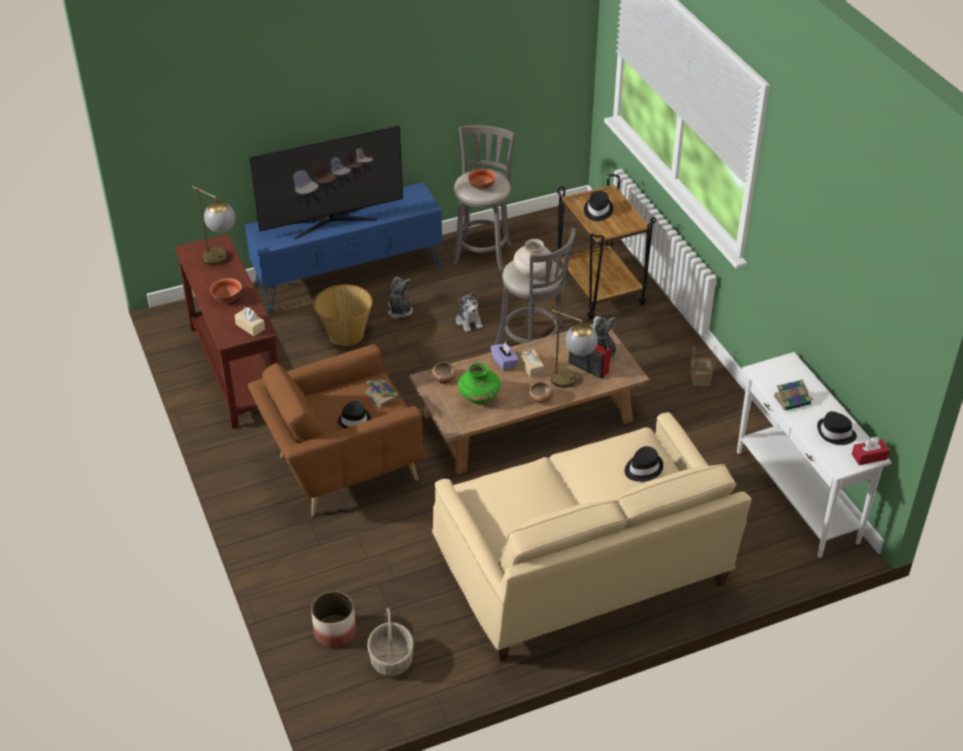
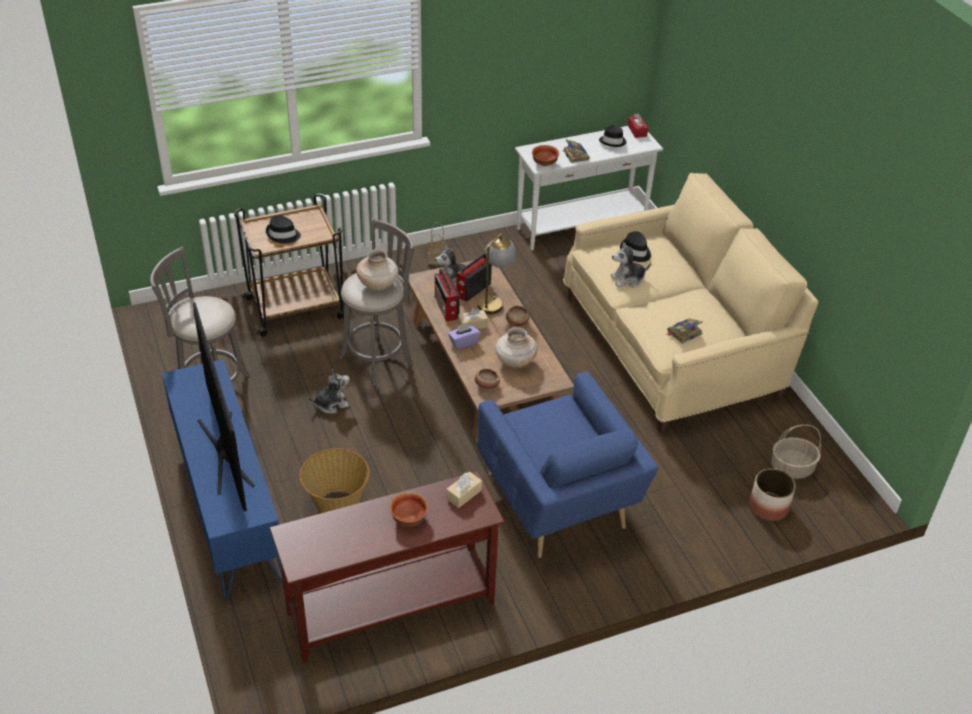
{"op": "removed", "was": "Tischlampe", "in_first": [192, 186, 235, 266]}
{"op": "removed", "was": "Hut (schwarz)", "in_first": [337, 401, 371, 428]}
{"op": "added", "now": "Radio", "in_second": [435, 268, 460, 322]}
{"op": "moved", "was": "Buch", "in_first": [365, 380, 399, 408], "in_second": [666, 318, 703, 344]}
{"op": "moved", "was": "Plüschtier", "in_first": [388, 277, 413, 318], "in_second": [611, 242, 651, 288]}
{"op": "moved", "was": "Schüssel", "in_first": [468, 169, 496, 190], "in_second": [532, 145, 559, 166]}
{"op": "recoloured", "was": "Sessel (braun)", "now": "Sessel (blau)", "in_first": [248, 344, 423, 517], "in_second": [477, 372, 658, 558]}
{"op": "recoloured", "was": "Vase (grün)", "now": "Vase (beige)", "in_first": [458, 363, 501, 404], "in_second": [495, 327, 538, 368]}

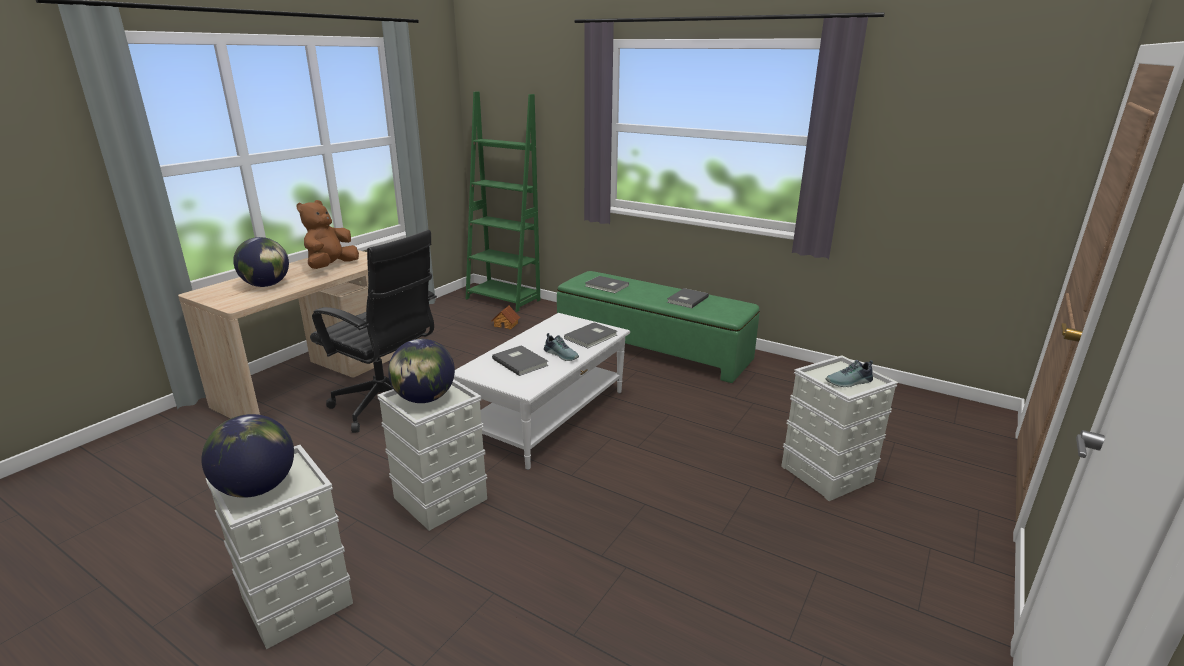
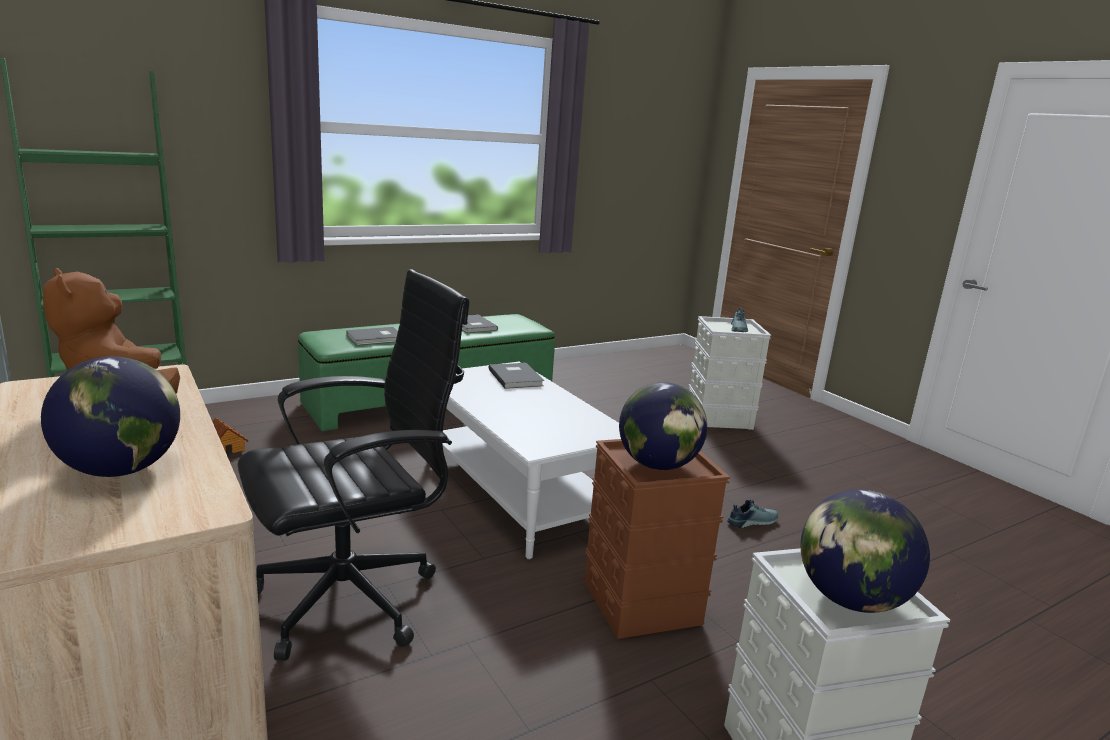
{"op": "removed", "was": "Buch (grau)", "in_first": [492, 345, 549, 376]}
{"op": "moved", "was": "Schuh", "in_first": [544, 333, 579, 361], "in_second": [727, 499, 778, 528]}
{"op": "recoloured", "was": "Aufbewahrungsbox (grau)", "now": "Aufbewahrungsbox (braun)", "in_first": [377, 379, 487, 531], "in_second": [584, 439, 730, 639]}

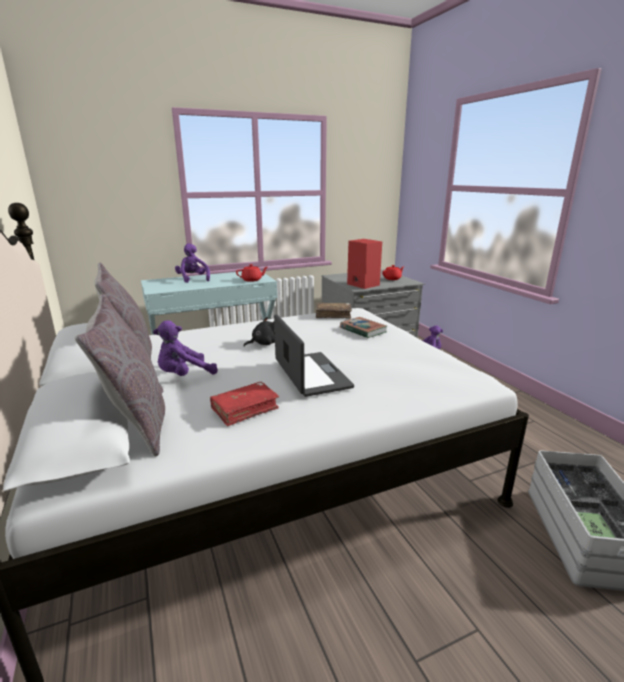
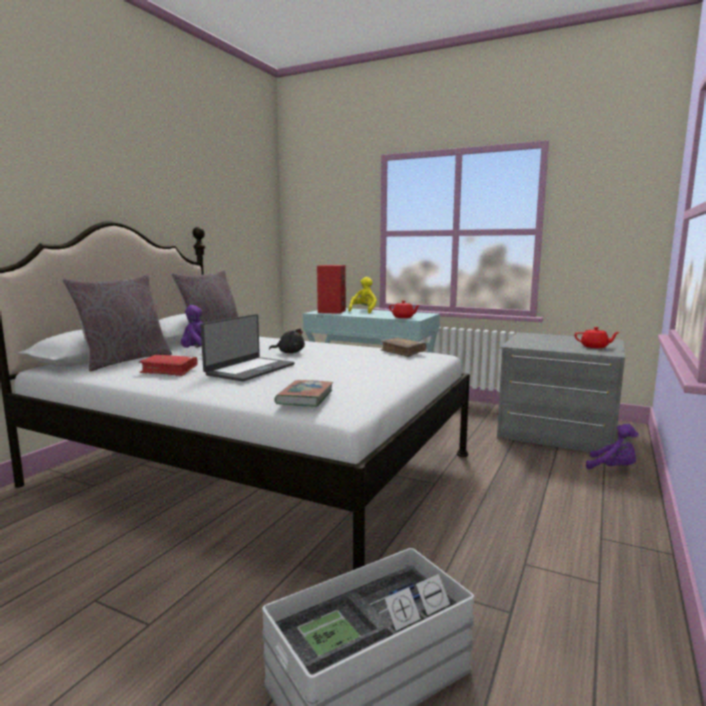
{"op": "moved", "was": "Buch", "in_first": [340, 317, 388, 338], "in_second": [274, 380, 333, 407]}
{"op": "moved", "was": "Lautsprecher (rot)", "in_first": [347, 239, 382, 289], "in_second": [317, 265, 346, 314]}
{"op": "recoloured", "was": "Plüschtier (lila)", "now": "Plüschtier (gelb)", "in_first": [175, 243, 210, 283], "in_second": [348, 277, 377, 314]}

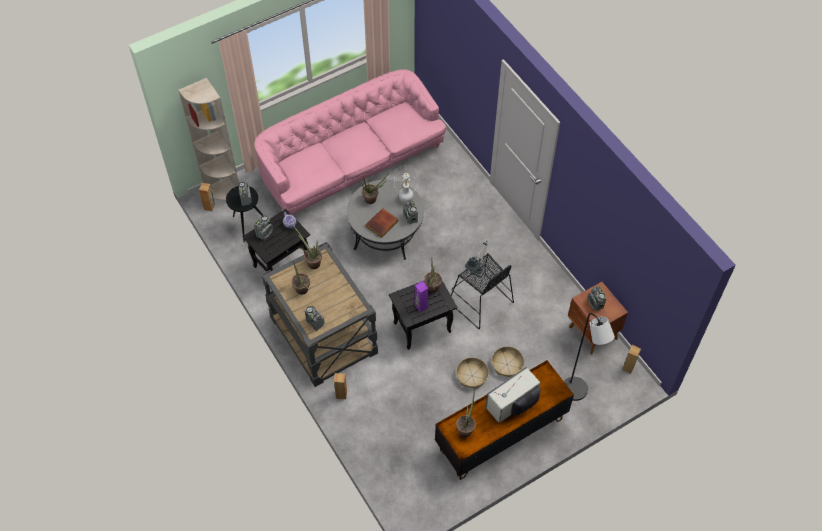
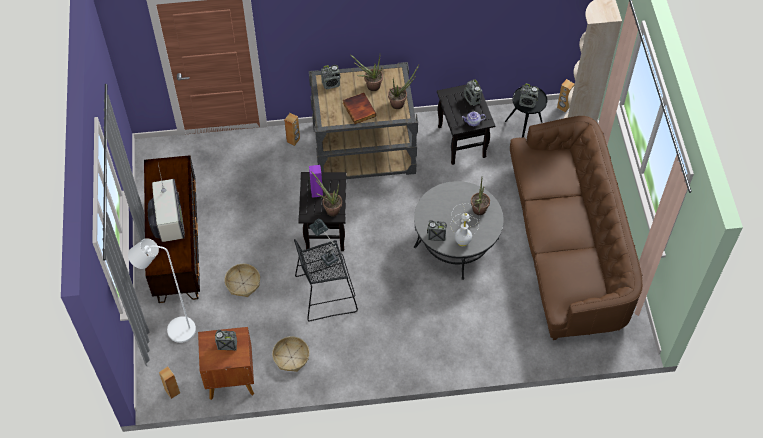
{"op": "removed", "was": "Topfpflanze", "in_first": [456, 388, 476, 437]}
{"op": "moved", "was": "Buch", "in_first": [366, 208, 399, 238], "in_second": [343, 93, 376, 124]}
{"op": "moved", "was": "Korb", "in_first": [456, 357, 489, 389], "in_second": [272, 336, 309, 372]}
{"op": "recoloured", "was": "Sofa (rosa)", "now": "Sofa (braun)", "in_first": [254, 69, 446, 216], "in_second": [510, 116, 643, 340]}
{"op": "recoloured", "was": "Stehlampe (schwarz)", "now": "Stehlampe (weiß)", "in_first": [564, 313, 615, 401], "in_second": [128, 238, 196, 343]}

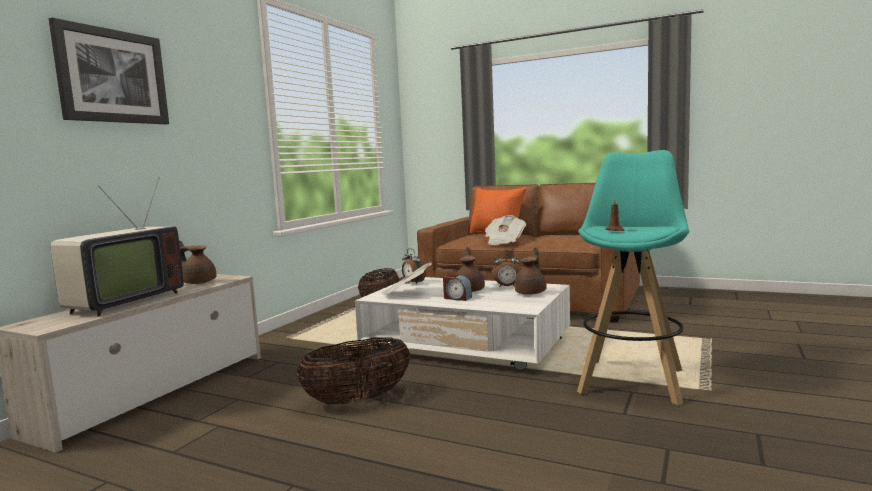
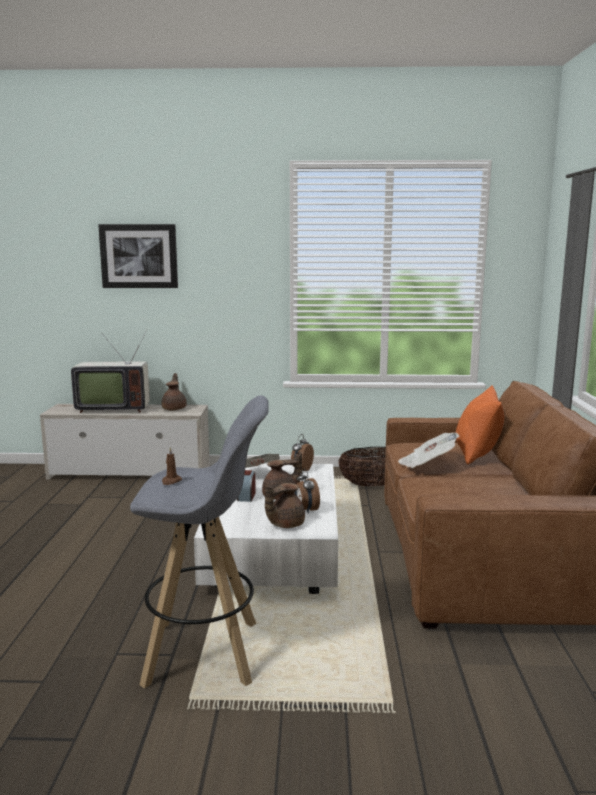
{"op": "removed", "was": "Korb", "in_first": [296, 337, 410, 404]}
{"op": "recoloured", "was": "Hocker (türkis)", "now": "Hocker (grau)", "in_first": [577, 150, 689, 406], "in_second": [130, 395, 269, 688]}
{"op": "turned", "was": "Teekanne (braun)", "in_first": [514, 247, 547, 295], "in_second": [265, 483, 305, 528], "clockwise": 135}

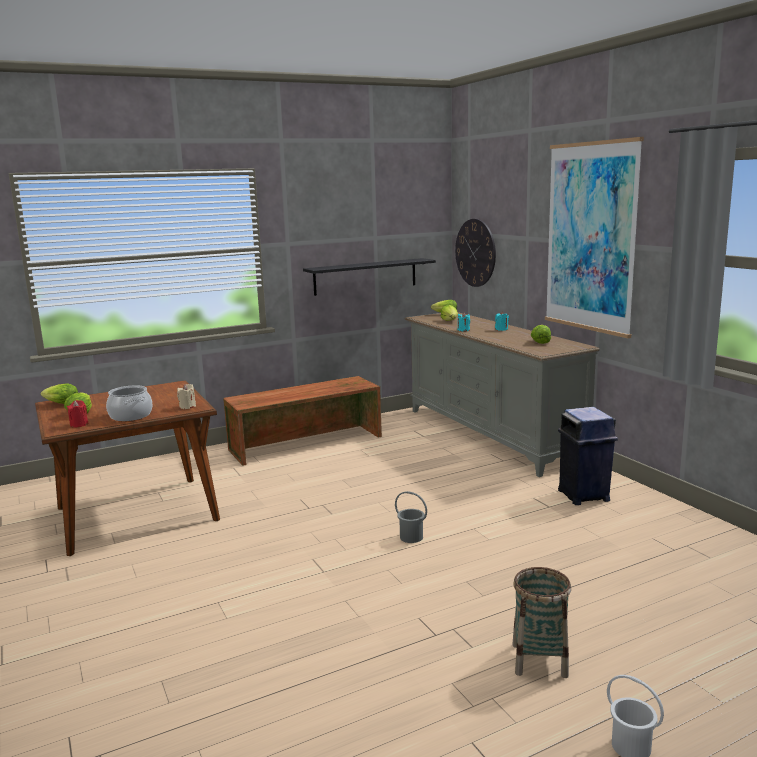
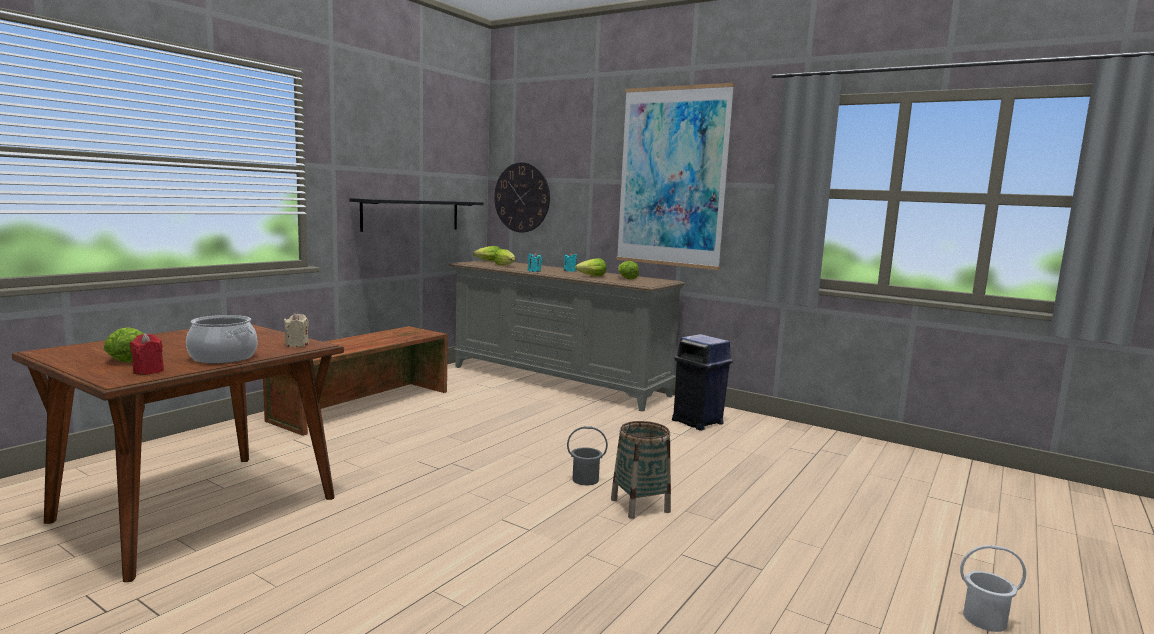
{"op": "moved", "was": "Salatkopf", "in_first": [40, 384, 78, 404], "in_second": [575, 258, 606, 276]}
{"op": "moved", "was": "Korb", "in_first": [512, 567, 571, 678], "in_second": [611, 421, 671, 519]}

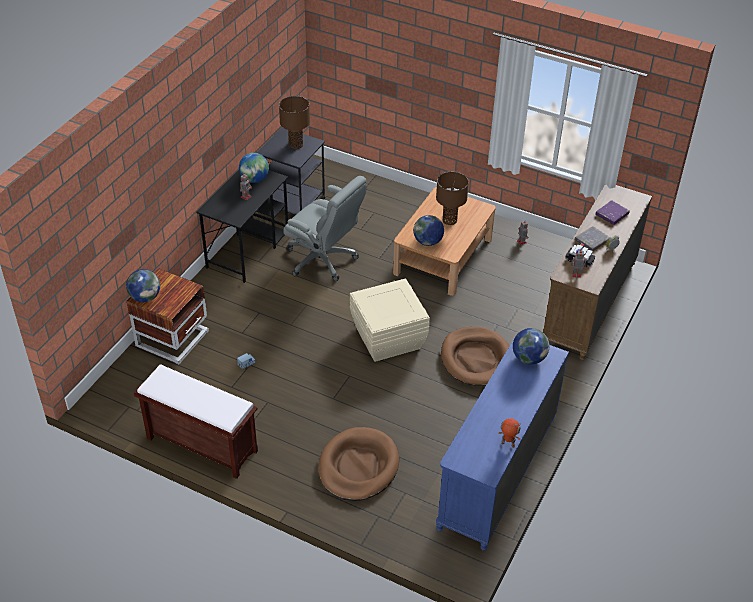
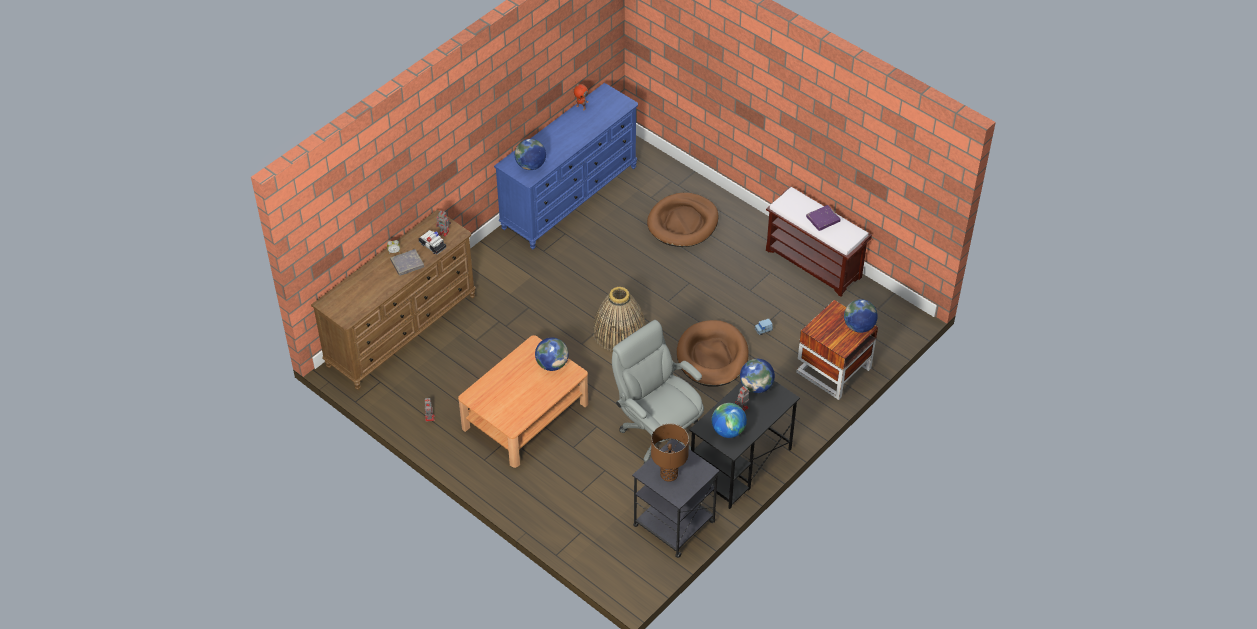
{"op": "removed", "was": "Tischlampe (braun)", "in_first": [436, 171, 469, 225]}
{"op": "added", "now": "Globus", "in_second": [740, 359, 775, 393]}
{"op": "moved", "was": "Hundebett (braun)", "in_first": [441, 327, 509, 386], "in_second": [677, 320, 749, 387]}
{"op": "moved", "was": "Buch (lila)", "in_first": [595, 200, 630, 225], "in_second": [806, 205, 841, 231]}
{"op": "replaced", "was": "Aufbewahrungsbox (beige)", "now": "Korb", "in_first": [350, 278, 430, 362], "in_second": [593, 287, 646, 352]}

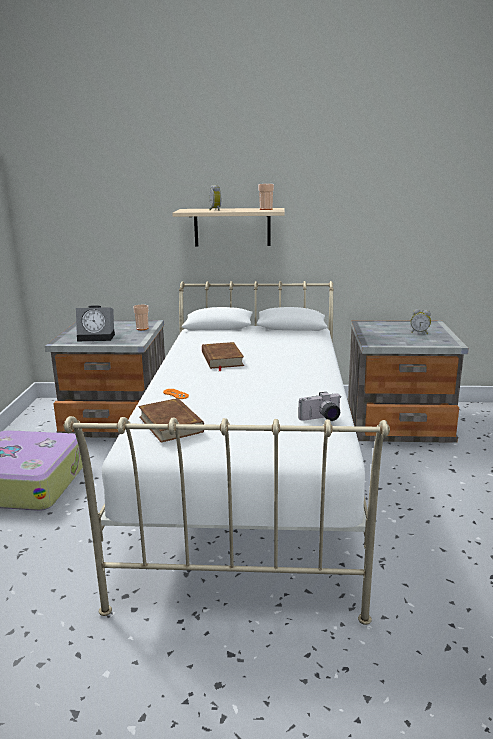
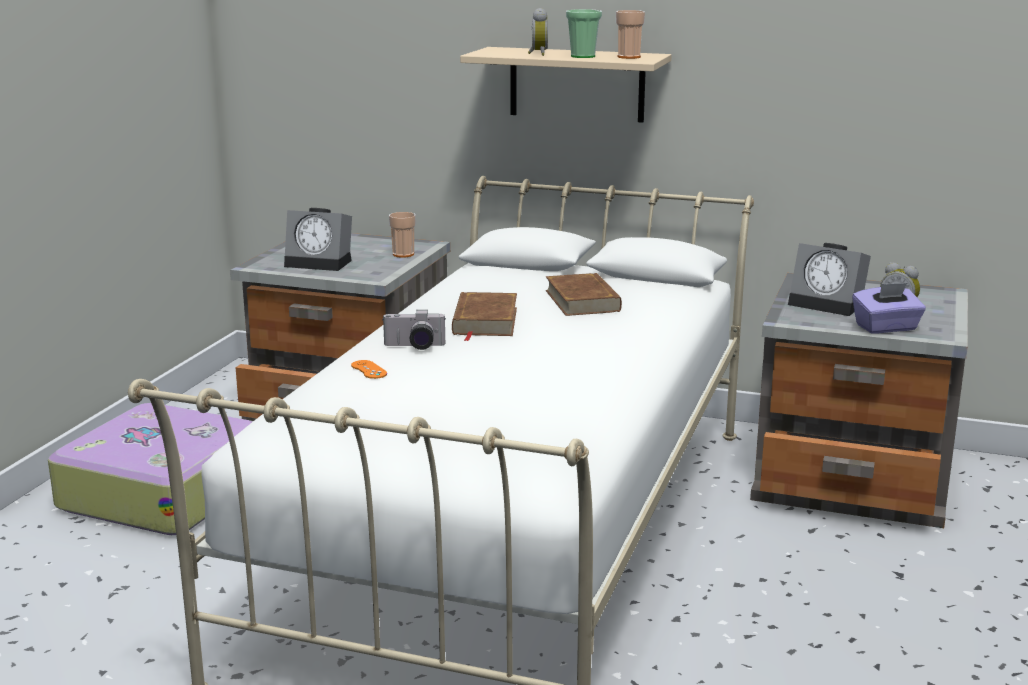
{"op": "added", "now": "Tasse", "in_second": [566, 9, 602, 58]}
{"op": "added", "now": "Wecker", "in_second": [788, 243, 871, 316]}
{"op": "added", "now": "Taschentuchbox (lila)", "in_second": [852, 283, 926, 333]}
{"op": "moved", "was": "Buch (braun)", "in_first": [138, 398, 204, 443], "in_second": [546, 273, 622, 316]}
{"op": "moved", "was": "Kamera", "in_first": [298, 392, 341, 421], "in_second": [383, 310, 446, 350]}

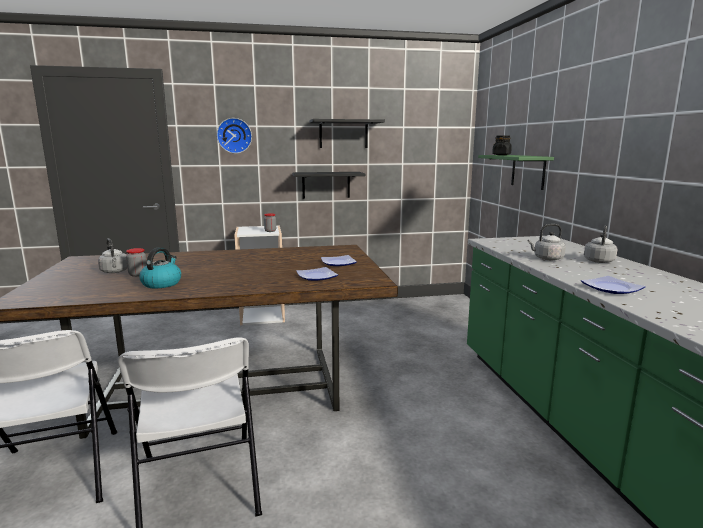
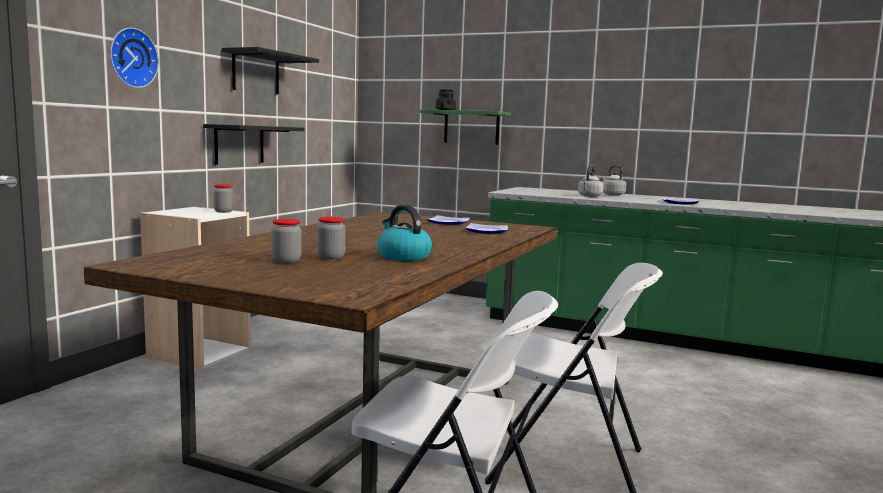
{"op": "replaced", "was": "Wasserkessel (grau)", "now": "Vorratsglas", "in_first": [98, 238, 127, 273], "in_second": [272, 219, 301, 263]}

